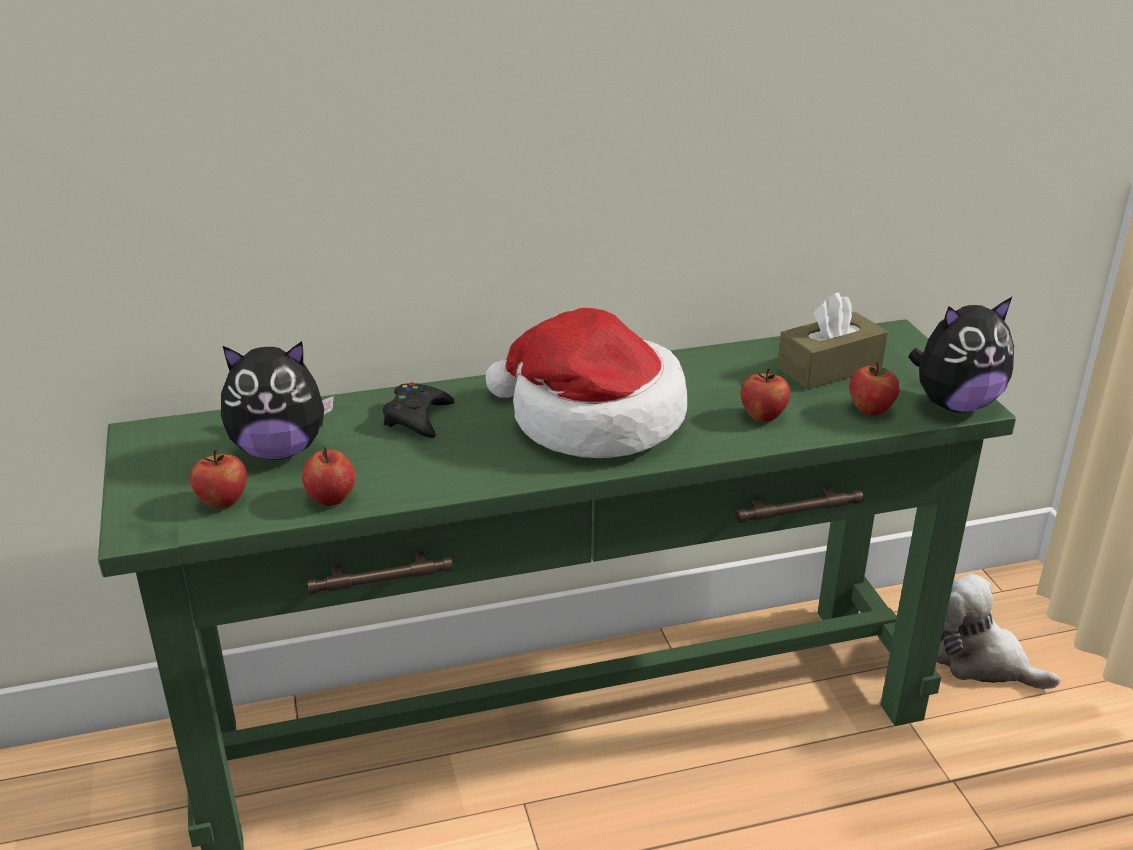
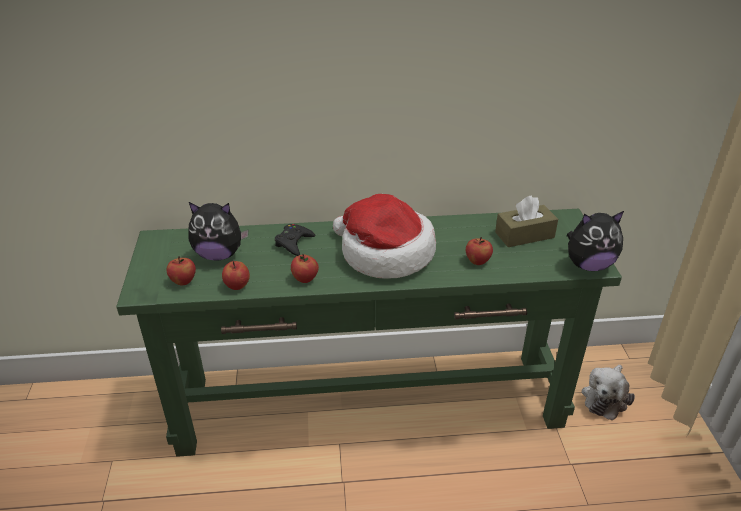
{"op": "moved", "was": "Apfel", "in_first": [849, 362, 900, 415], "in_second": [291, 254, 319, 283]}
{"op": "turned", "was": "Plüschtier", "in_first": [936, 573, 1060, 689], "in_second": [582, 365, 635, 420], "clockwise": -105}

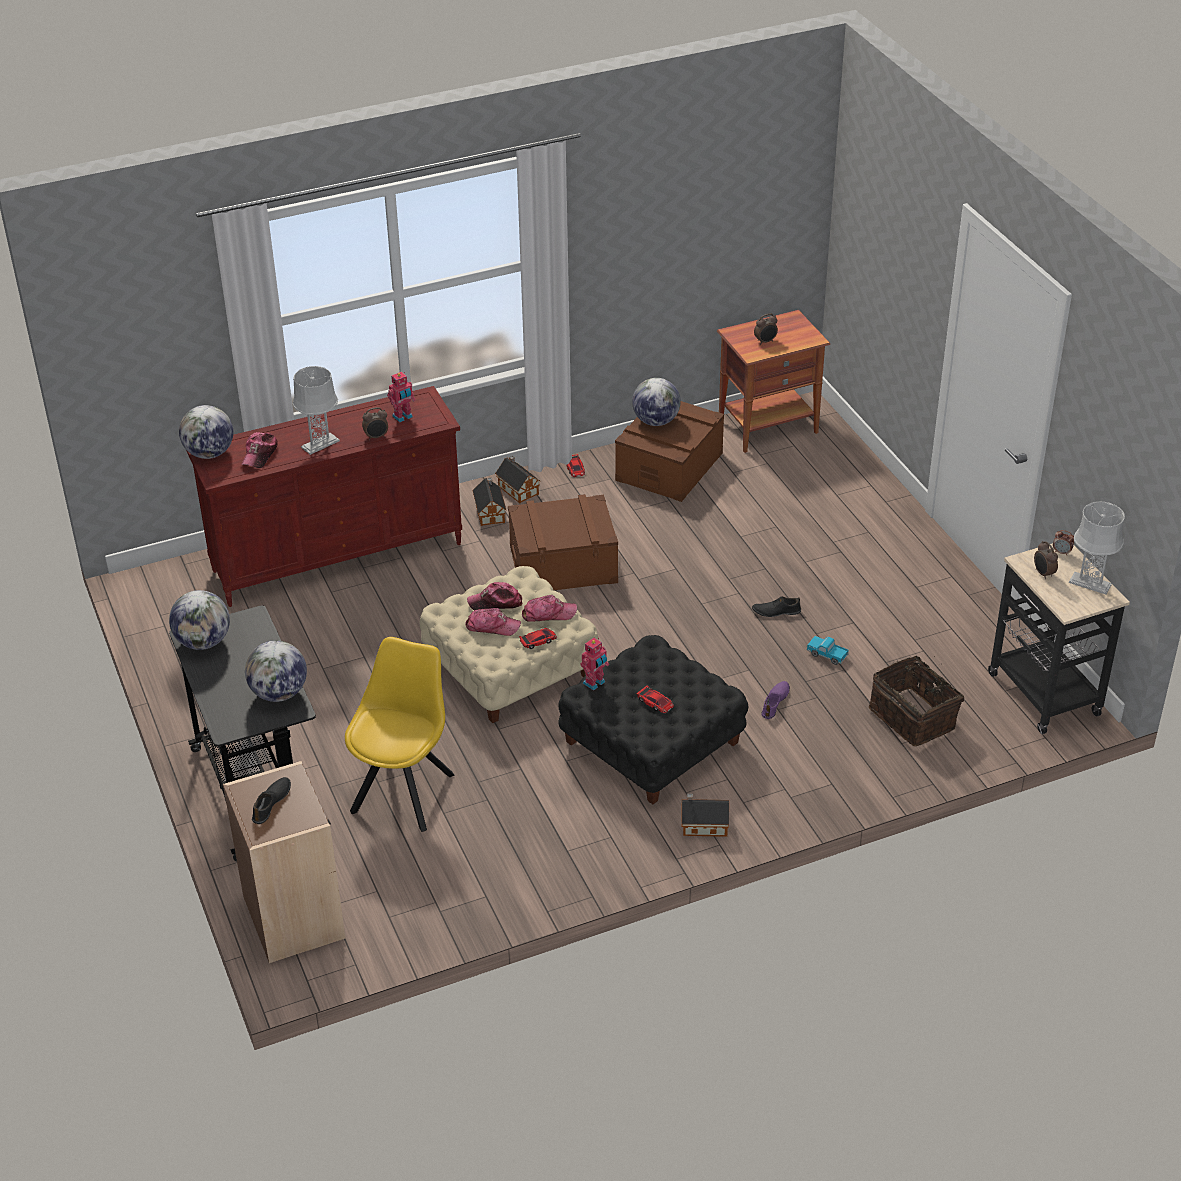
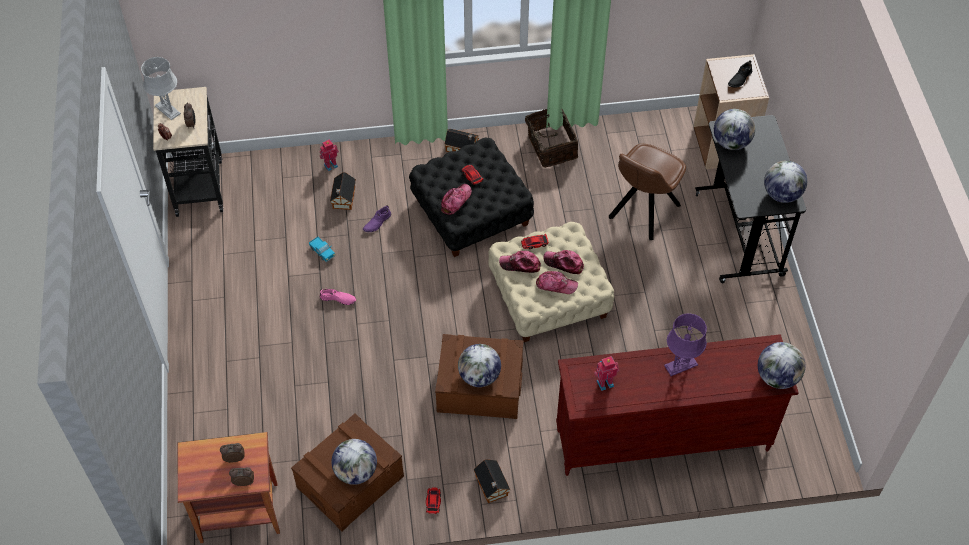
{"op": "added", "now": "Globus", "in_second": [458, 344, 501, 387]}
{"op": "moved", "was": "Kappe", "in_first": [241, 432, 278, 468], "in_second": [441, 184, 472, 215]}
{"op": "moved", "was": "Wecker", "in_first": [362, 407, 388, 440], "in_second": [229, 467, 254, 486]}
{"op": "moved", "was": "Spielzeughaus", "in_first": [472, 478, 507, 526], "in_second": [330, 172, 356, 210]}
{"op": "moved", "was": "Spielzeugroboter", "in_first": [580, 638, 609, 691], "in_second": [320, 139, 339, 171]}
{"op": "moved", "was": "Korb", "in_first": [869, 655, 964, 746], "in_second": [525, 109, 578, 168]}
{"op": "recoloured", "was": "Tischlampe (grau)", "now": "Tischlampe (lila)", "in_first": [293, 366, 340, 455], "in_second": [664, 313, 707, 376]}
{"op": "recoloured", "was": "Stuhl (gelb)", "now": "Stuhl (braun)", "in_first": [345, 637, 454, 832], "in_second": [609, 144, 686, 240]}
{"op": "recoloured", "was": "Schuh (schwarz)", "now": "Schuh (rosa)", "in_first": [752, 596, 801, 617], "in_second": [320, 289, 356, 305]}

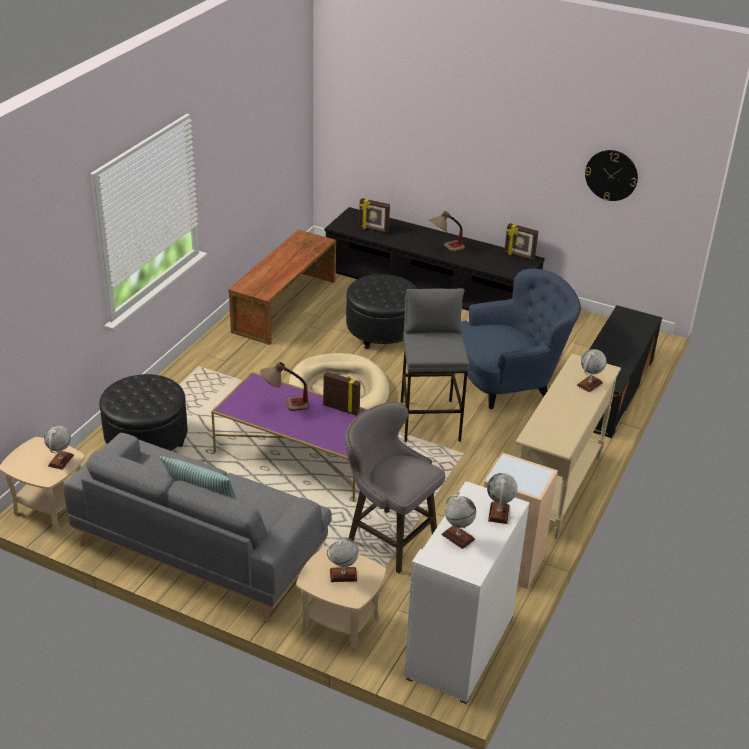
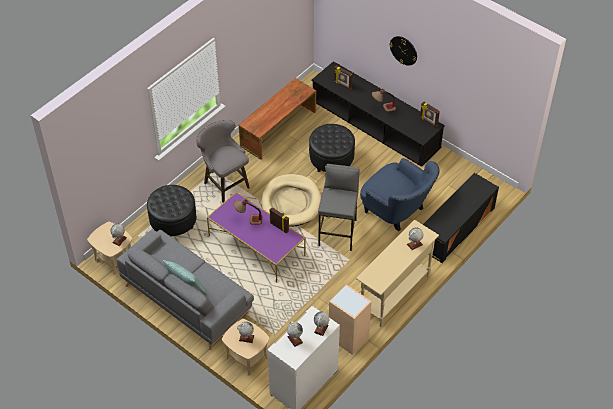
{"op": "moved", "was": "Hocker (grau)", "in_first": [345, 402, 445, 573], "in_second": [196, 120, 250, 203]}
{"op": "moved", "was": "Wanduhr", "in_first": [585, 150, 638, 201], "in_second": [389, 36, 417, 66]}
{"op": "turned", "was": "Sessel (blau)", "in_first": [461, 268, 581, 409], "in_second": [360, 158, 439, 231], "clockwise": 45}

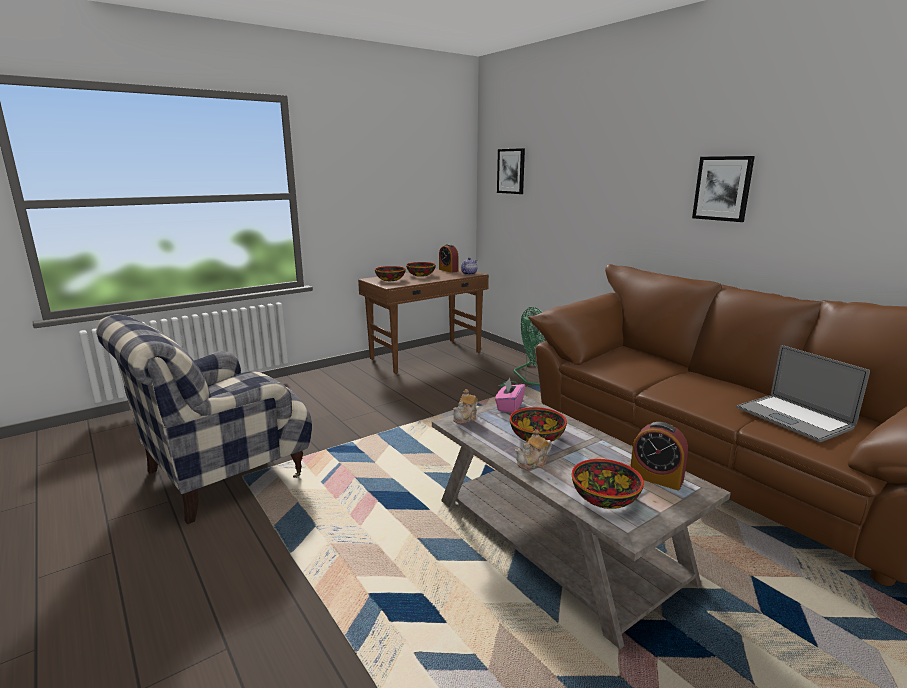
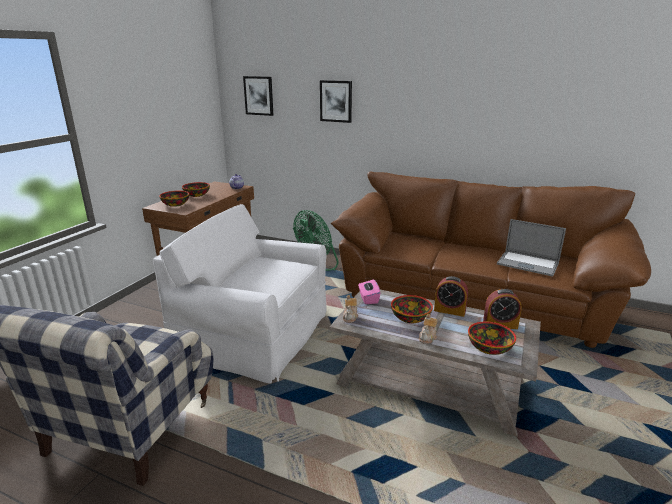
{"op": "added", "now": "Sessel (weiß)", "in_second": [153, 204, 326, 384]}
{"op": "moved", "was": "Wecker", "in_first": [439, 244, 458, 273], "in_second": [434, 276, 468, 317]}
{"op": "moved", "was": "Bild", "in_first": [692, 156, 755, 222], "in_second": [320, 80, 352, 123]}

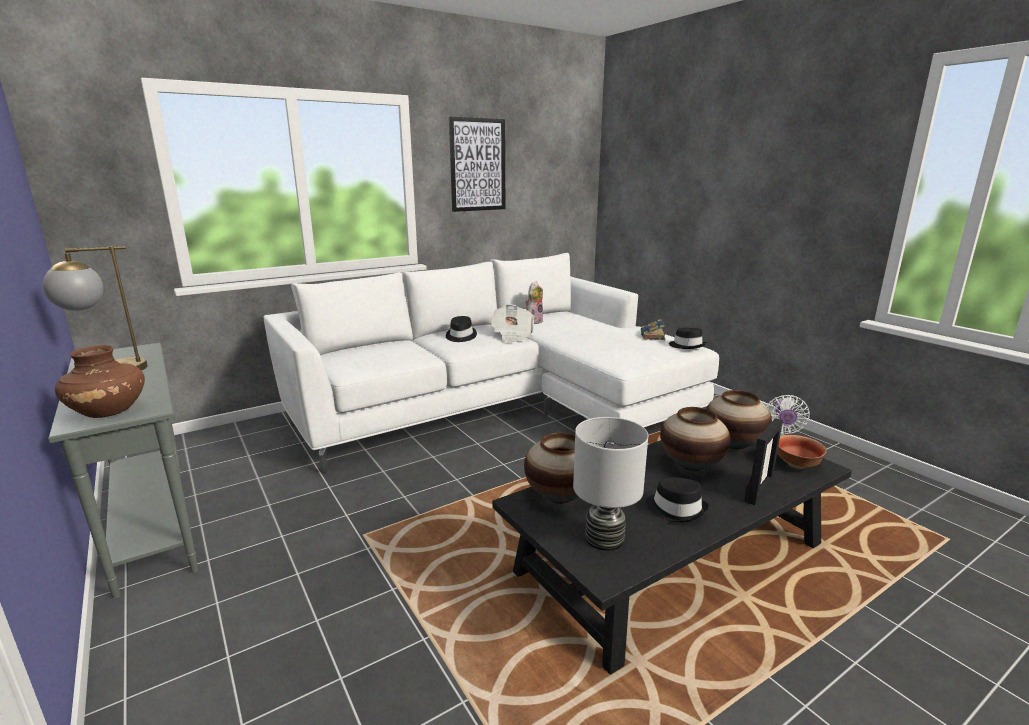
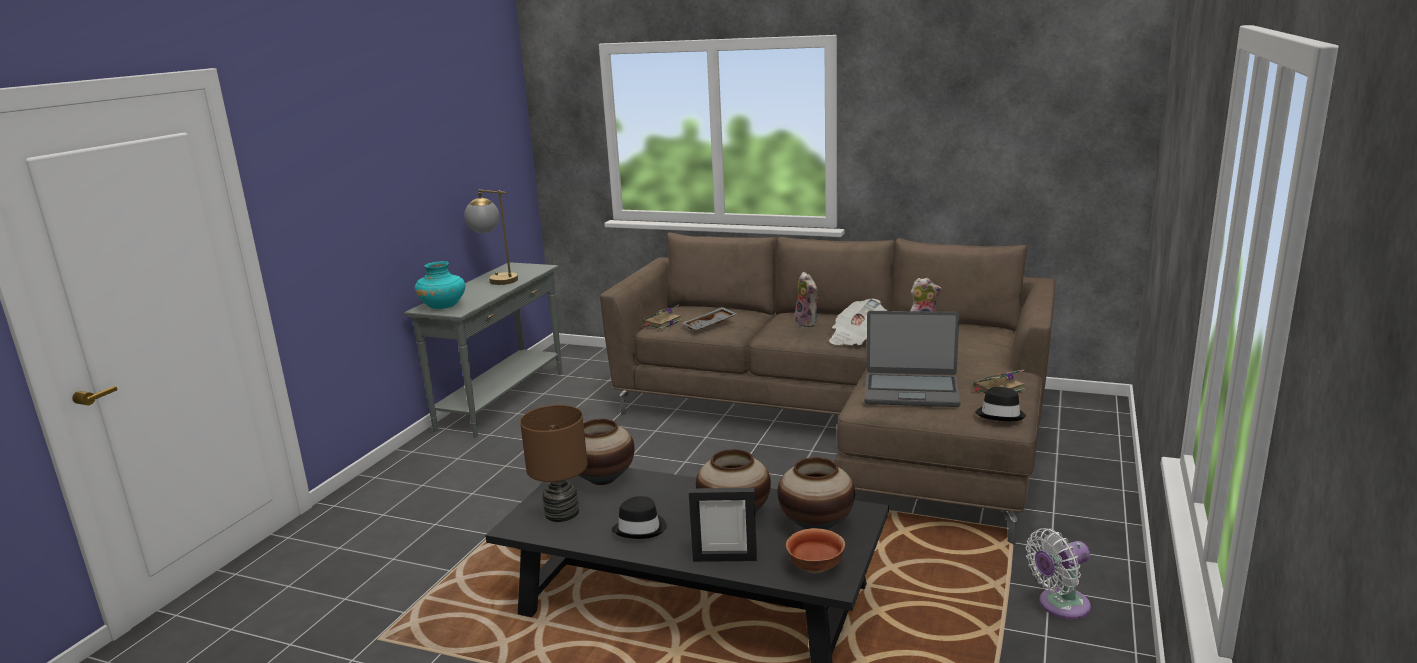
{"op": "removed", "was": "Bild", "in_first": [449, 116, 505, 212]}
{"op": "added", "now": "Buch", "in_second": [643, 304, 682, 329]}
{"op": "added", "now": "Tablett (grau)", "in_second": [682, 307, 738, 330]}
{"op": "added", "now": "Laptop", "in_second": [864, 311, 961, 407]}
{"op": "replaced", "was": "Hut (schwarz)", "now": "Plüschtier", "in_first": [446, 316, 477, 342], "in_second": [795, 272, 818, 327]}
{"op": "recoloured", "was": "Vase (braun)", "now": "Vase (türkis)", "in_first": [55, 345, 145, 418], "in_second": [415, 261, 465, 309]}
{"op": "recoloured", "was": "Sofa (weiß)", "now": "Sofa (braun)", "in_first": [264, 253, 719, 474], "in_second": [600, 232, 1055, 545]}
{"op": "recoloured", "was": "Tischlampe (grau)", "now": "Tischlampe (braun)", "in_first": [573, 417, 648, 551], "in_second": [520, 405, 588, 522]}

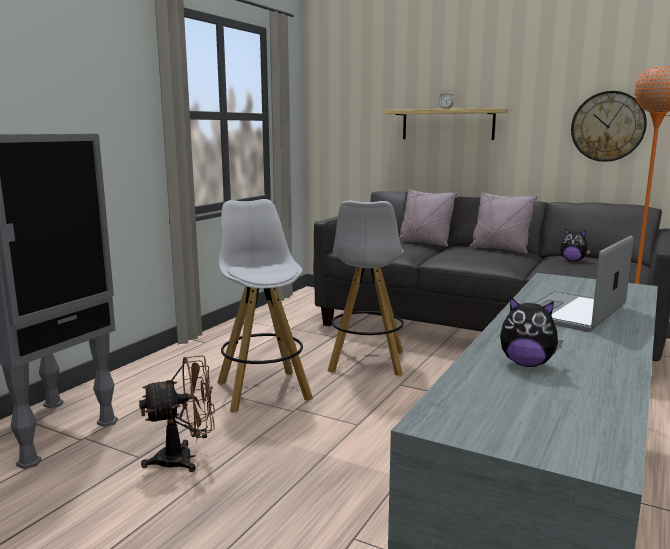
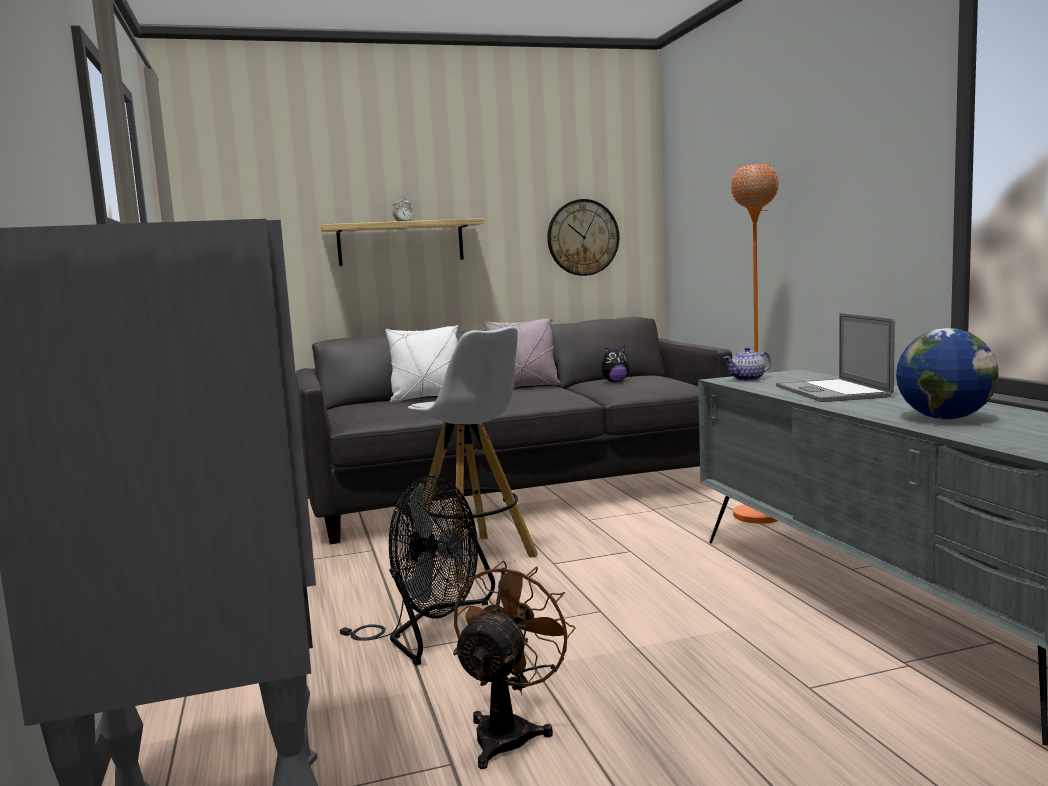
{"op": "added", "now": "Teekanne", "in_second": [724, 347, 771, 381]}
{"op": "replaced", "was": "Hocker (weiß)", "now": "Ventilator (schwarz)", "in_first": [217, 199, 313, 413], "in_second": [340, 476, 495, 666]}
{"op": "replaced", "was": "Plüschtier", "now": "Globus", "in_first": [500, 296, 564, 367], "in_second": [896, 328, 999, 420]}
{"op": "recoloured", "was": "Kissen (lila)", "now": "Kissen (weiß)", "in_first": [399, 189, 457, 247], "in_second": [385, 325, 458, 403]}

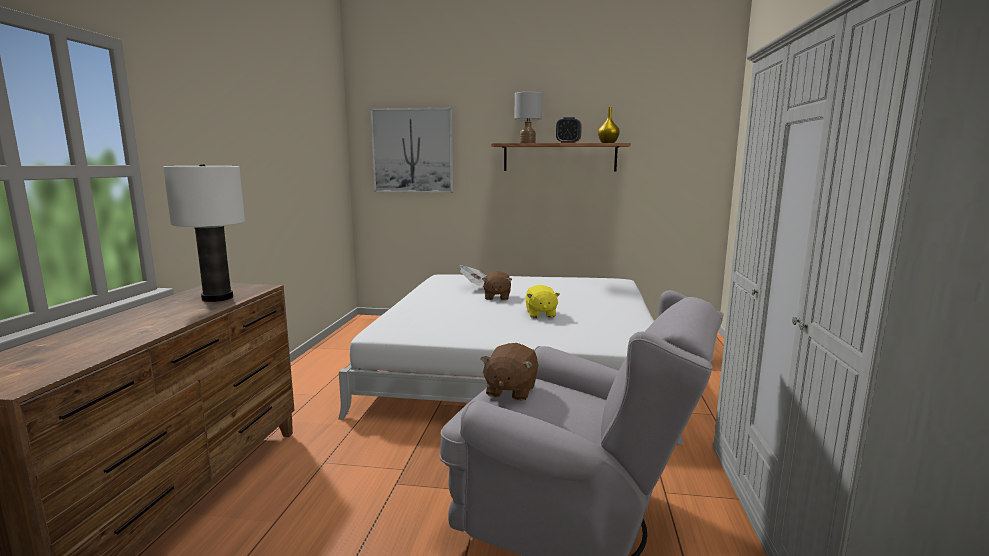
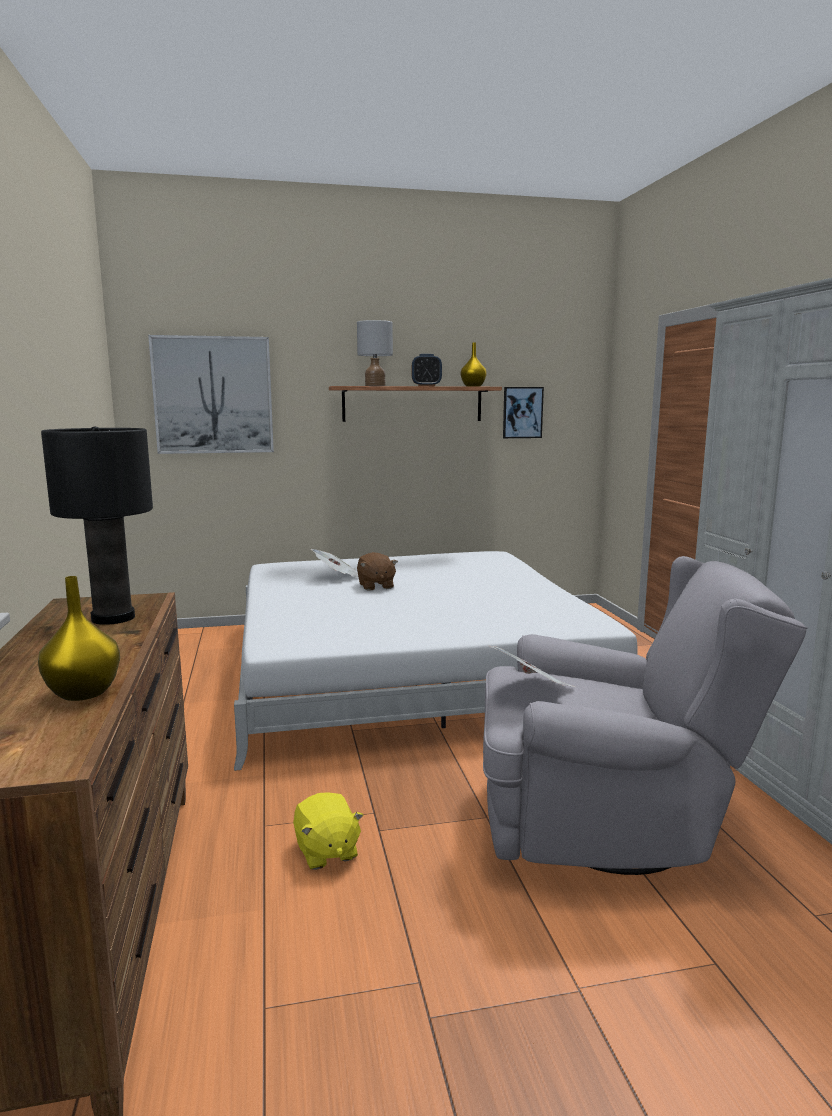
{"op": "added", "now": "Vase (gelb)", "in_second": [38, 576, 120, 701]}
{"op": "added", "now": "Bild", "in_second": [503, 387, 544, 438]}
{"op": "moved", "was": "Plüschtier (gelb)", "in_first": [525, 285, 560, 318], "in_second": [293, 792, 363, 870]}
{"op": "replaced", "was": "Plüschtier (braun)", "now": "Zeitung", "in_first": [481, 343, 538, 401], "in_second": [491, 646, 575, 687]}
{"op": "recoloured", "was": "Tischlampe (weiß)", "now": "Tischlampe (schwarz)", "in_first": [163, 164, 245, 302], "in_second": [41, 426, 153, 625]}

